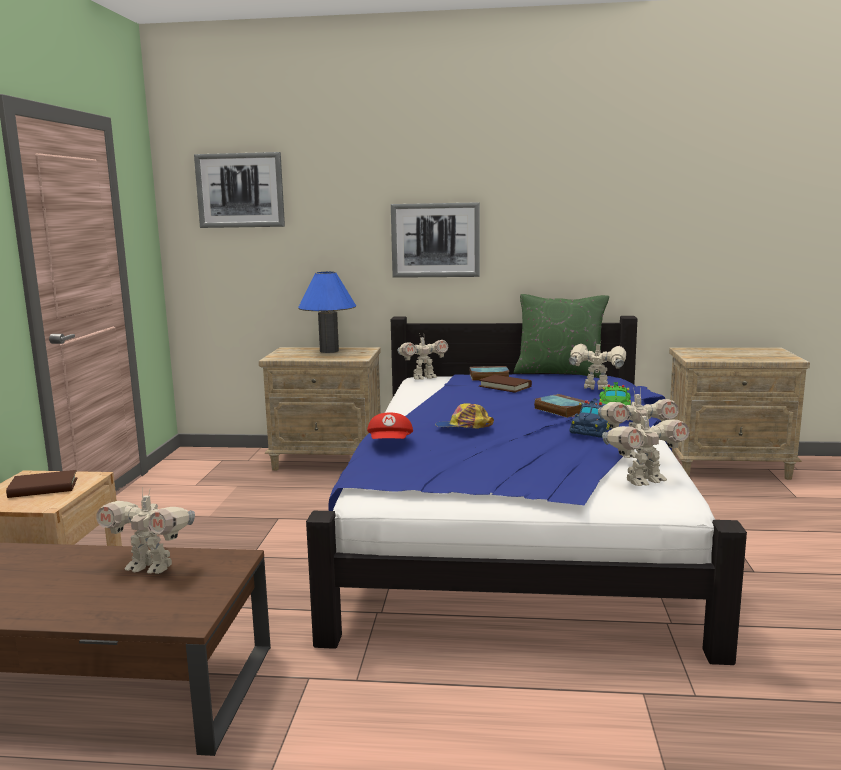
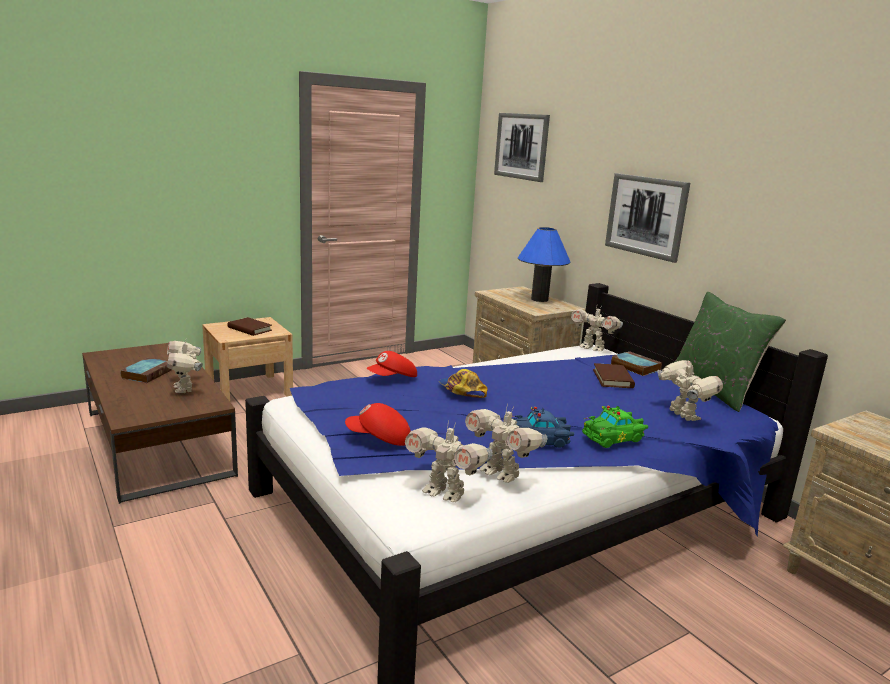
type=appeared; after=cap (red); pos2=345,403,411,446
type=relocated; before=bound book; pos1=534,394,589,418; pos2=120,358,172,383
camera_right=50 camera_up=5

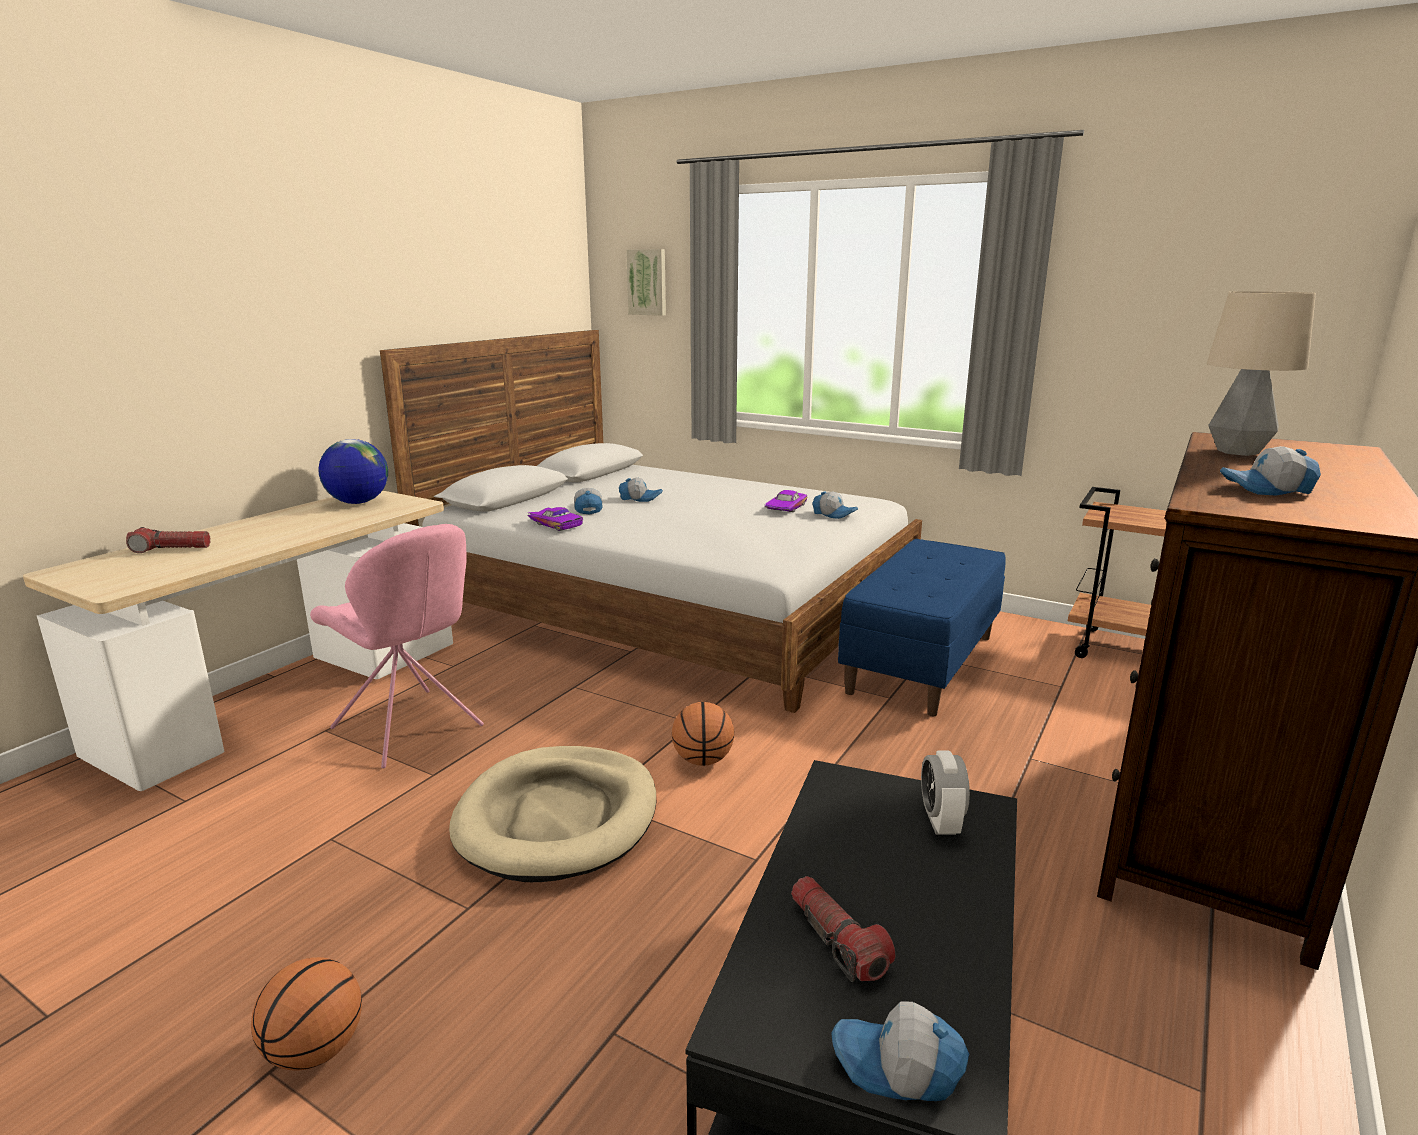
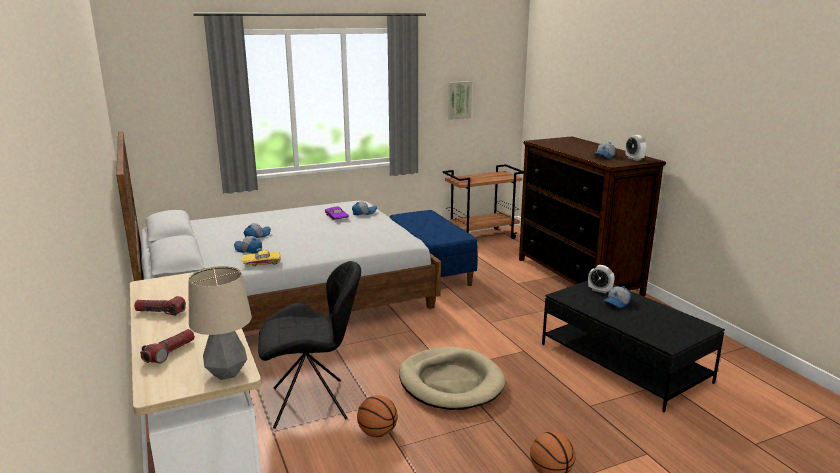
type=missing; before=world globe; pos1=318,439,388,504
type=appeared; after=table clock; pos2=626,135,647,161
type=relocated; before=wall picture; pos1=626,249,666,316; pos2=448,81,472,120
type=relocated; before=basketball ball; pos1=672,702,734,766; pos2=357,395,398,437
type=relocated; before=flashlight; pos1=791,876,895,982; pos2=134,296,186,316
type=relocated; before=cap; pos1=831,1002,969,1101; pos2=603,286,631,308
type=relocated; before=tabletop lamp; pos1=1207,291,1316,456; pos2=188,266,252,380
type=colour; before=upright chair (pink-coloured); after=upright chair (blackish); pos1=310,524,484,768; pos2=258,261,361,429
type=colour; before=miniature car (purple-coloured); after=miniature car (yellow); pos1=527,507,583,531; pos2=242,250,281,266
camera_right=-55 camera_up=0

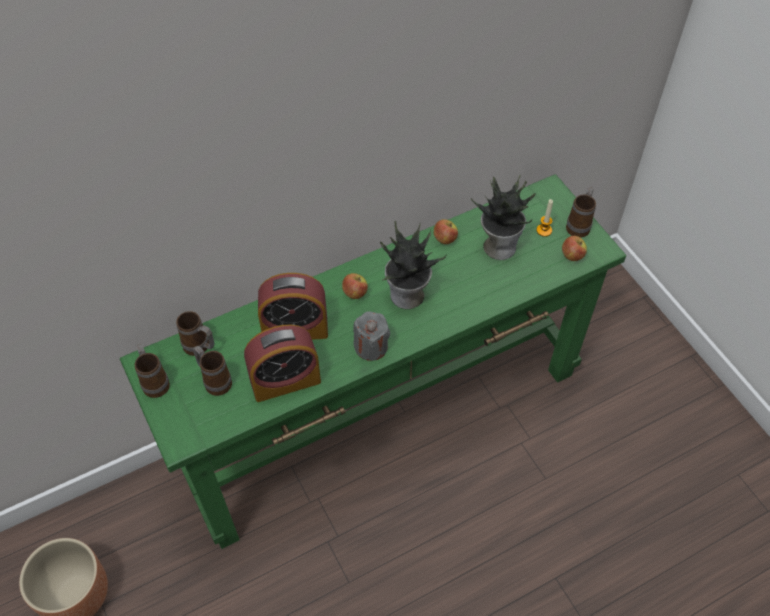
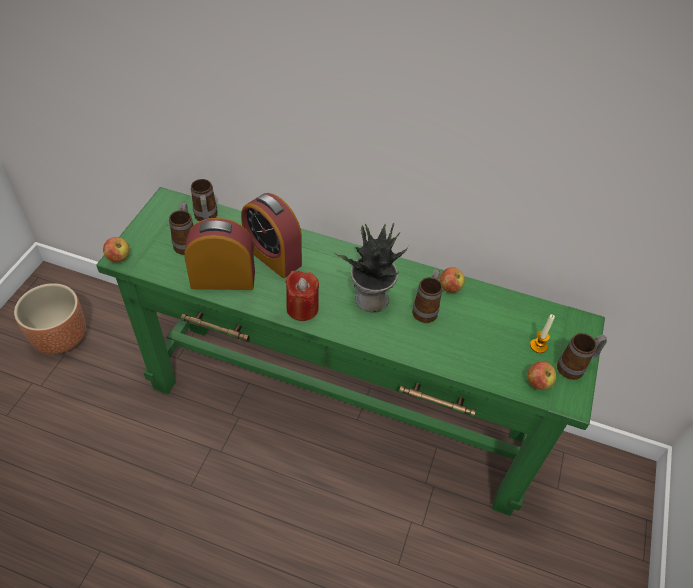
type=missing; before=houseplant; pos1=471,176,536,260
type=relocated; before=tea mug; pos1=135,344,170,398; pos2=412,269,443,323
type=relocated; before=whole apple; pos1=342,273,368,299; pos2=103,237,130,262
type=colour; before=wax light (grey); after=wax light (red); pos1=353,311,391,361; pos2=285,271,319,321
type=spun; before=table clock; pos1=244,325,321,402; pos2=185,218,255,290; turn=150
camera_right=45 camera_up=-5

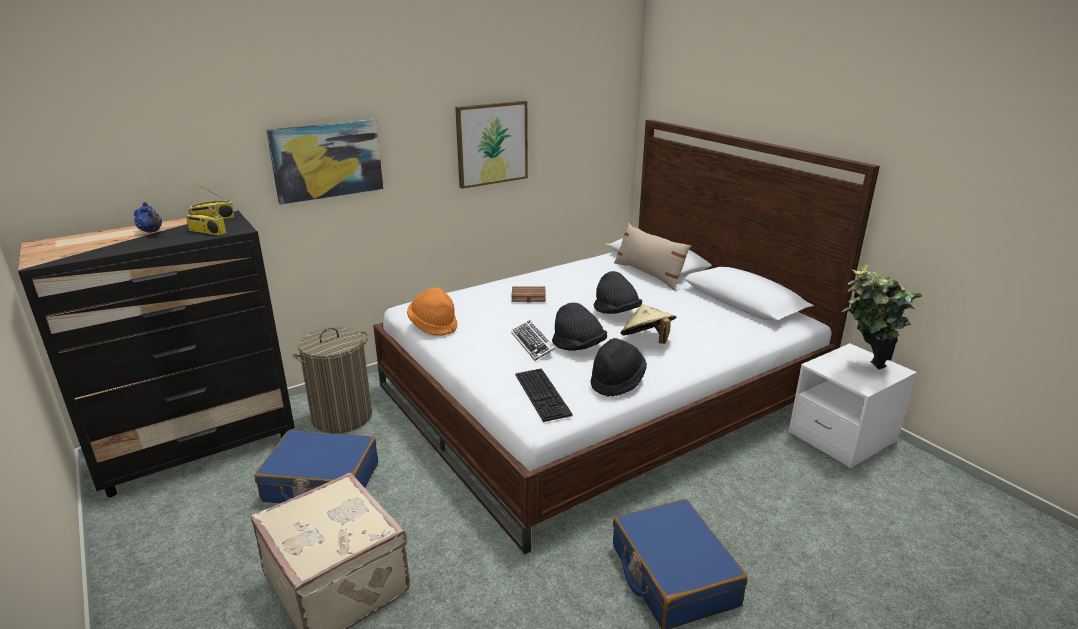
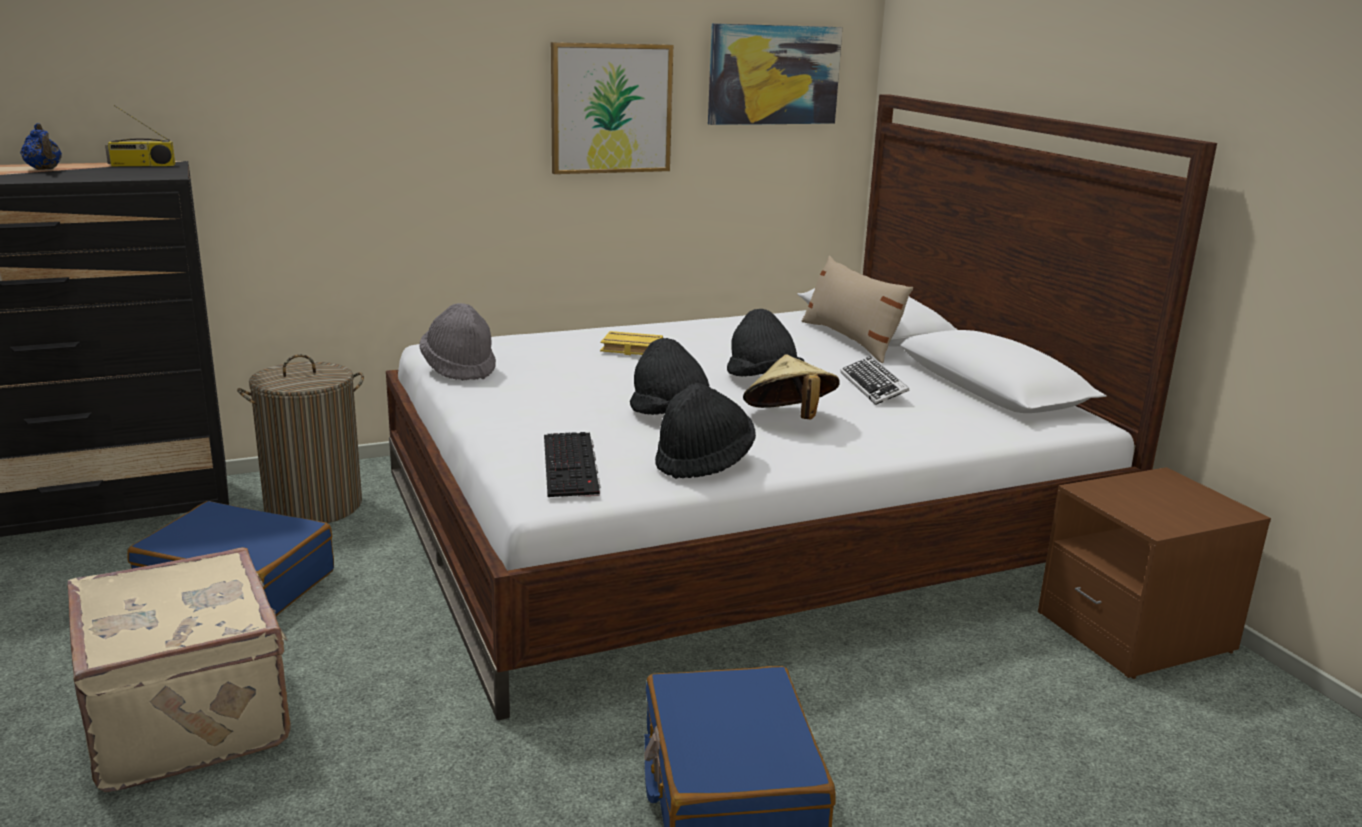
type=missing; before=radio; pos1=186,190,226,236
type=missing; before=houseplant; pos1=842,264,923,370
type=relocated; before=wall picture; pos1=266,119,383,205; pos2=708,23,842,125
type=relocated; before=keyboard; pos1=511,320,555,361; pos2=840,357,910,405
type=colour; before=wearable hat (orangey); after=wearable hat (grey); pos1=407,287,458,336; pos2=419,303,496,381
type=colour; before=bound book (brown-coloured); after=bound book (yellow); pos1=512,286,546,303; pos2=600,331,663,355
type=colour; before=night table (whitish); after=night table (brown-coloured); pos1=788,343,917,468; pos2=1038,467,1271,679
camera_right=10 camera_up=-5

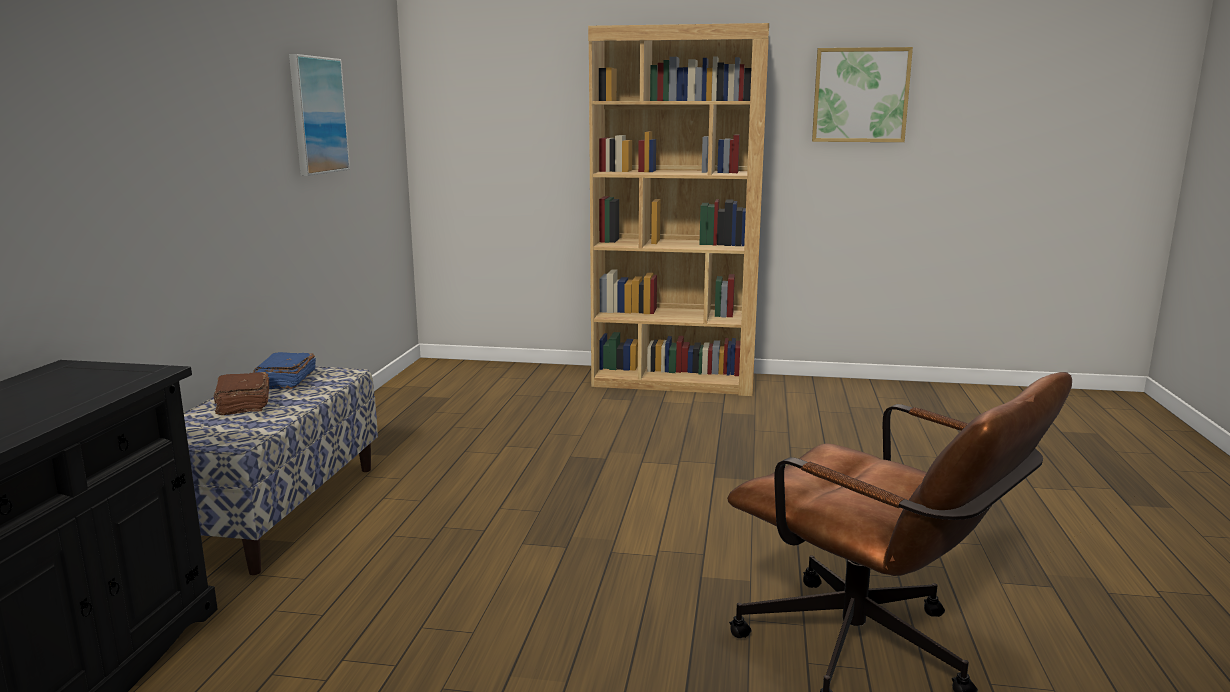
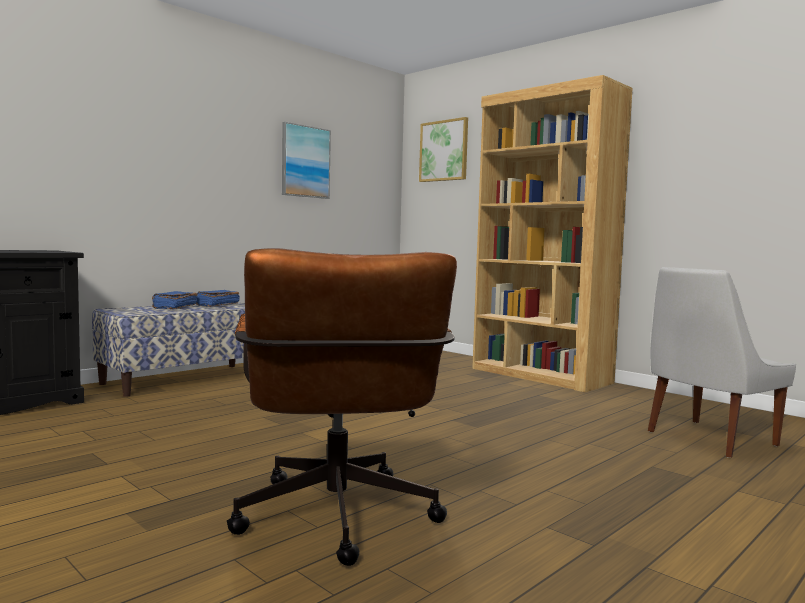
type=appeared; after=upright chair (whitish); pos2=648,267,796,458
type=relocated; before=wall picture; pos1=812,47,913,142; pos2=419,117,468,182
type=colour; before=bound book (brown-coloured); after=bound book (bluish); pos1=214,372,269,415; pos2=152,291,197,310
camera_right=35 camera_up=-10

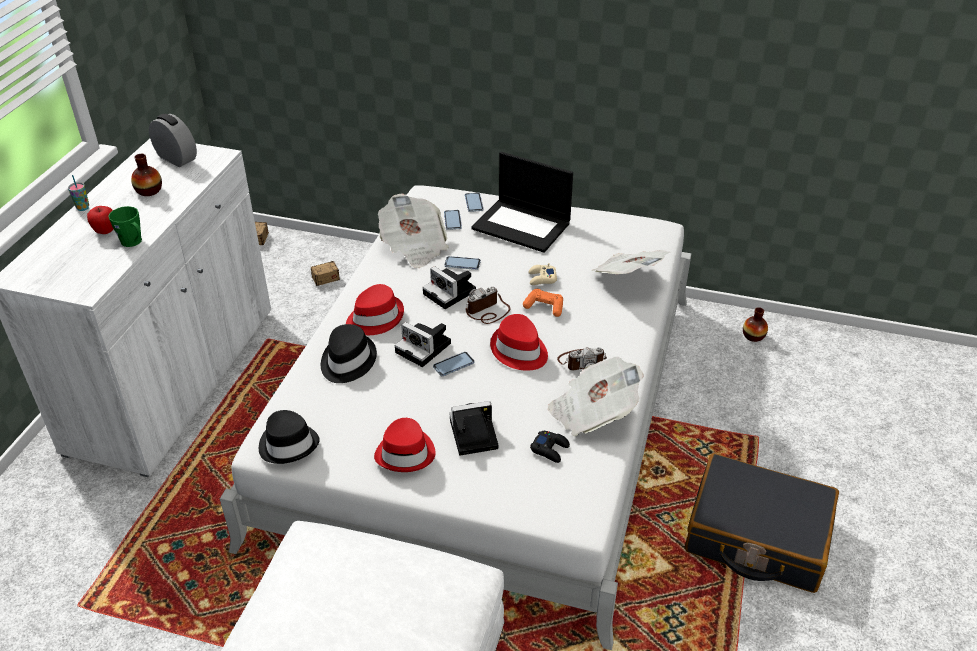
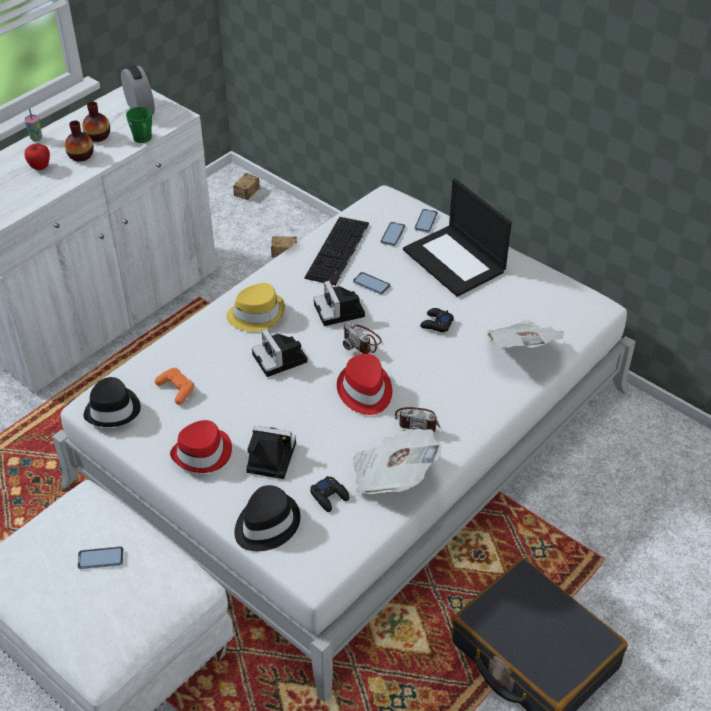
type=relocated; before=tea mug (green-coloured); pos1=108,206,142,247; pos2=126,107,152,143
type=relocated; before=wearable hat (blackish); pos1=321,324,377,383; pos2=235,485,300,551
type=relocated; before=telephone; pos1=433,352,475,376; pos2=78,546,124,569
type=relocated; before=gamepad (orangey); pos1=523,289,563,317; pos2=155,368,194,405
type=relocated; before=flower vase; pos1=743,307,768,342; pos2=65,121,94,162
type=exchanged; before=newspaper; after=keyboard; pos1=378,194,449,268; pos2=305,217,369,286
type=colour; before=wearable hat (red); after=wearable hat (yellow); pos1=346,284,404,335; pos2=226,283,285,332
type=colour; before=gamepad (beige); after=gamepad (blackish); pos1=529,263,557,285; pos2=420,308,454,332
type=spun; before=photo camera; pos1=466,287,511,324; pos2=343,322,382,354; turn=-120
camera_right=25 camera_up=5

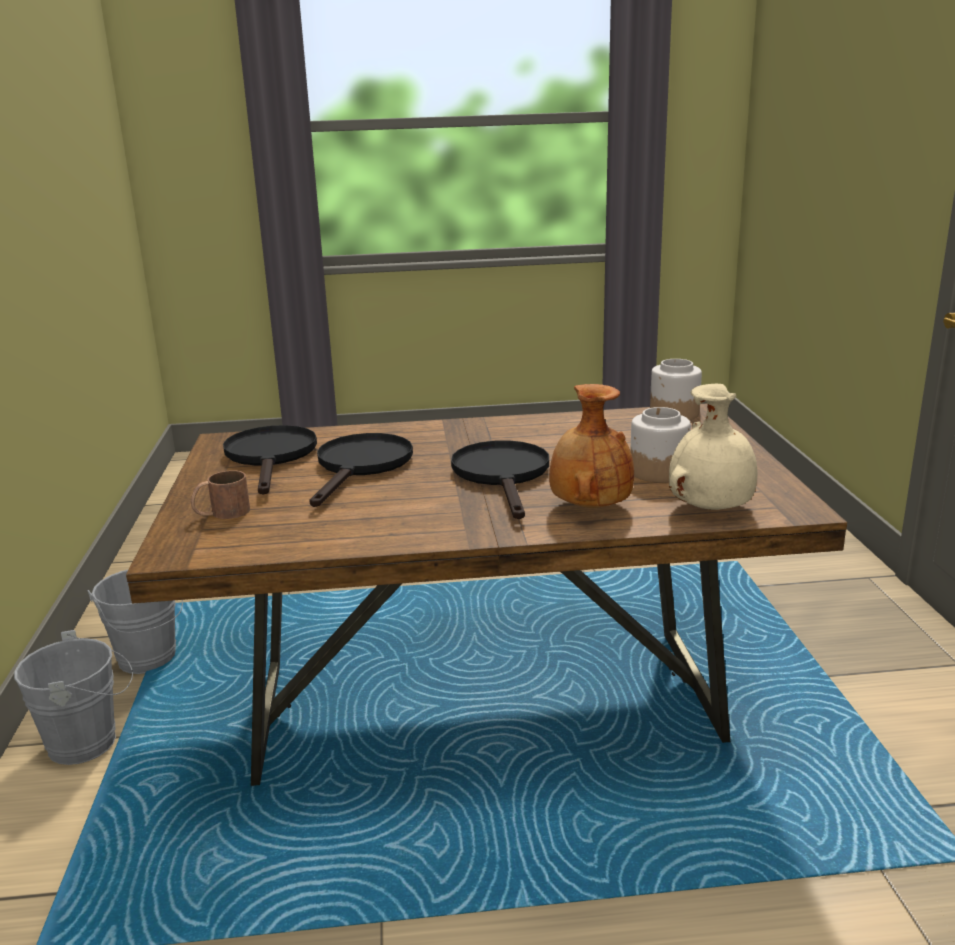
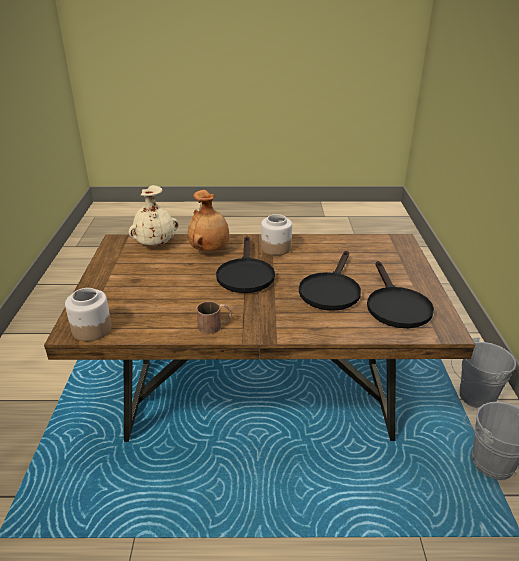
type=relocated; before=tea mug (brown-coloured); pos1=191,470,250,519; pos2=197,301,232,334
type=relocated; before=preserve jar; pos1=630,407,691,483; pos2=261,214,292,255
camera_right=-175 camera_up=10

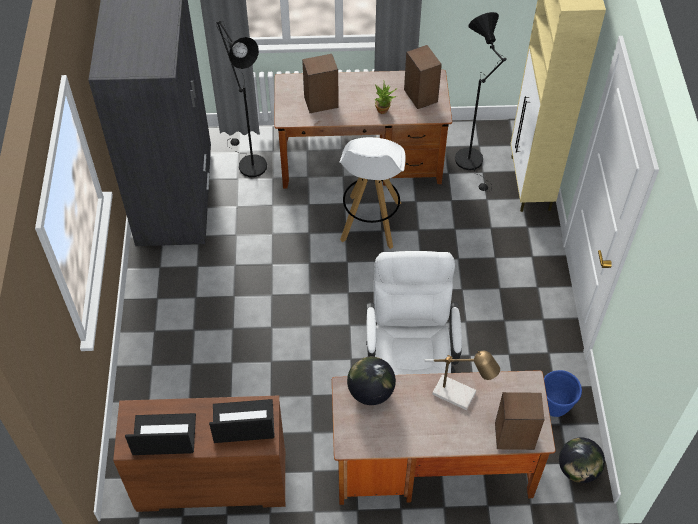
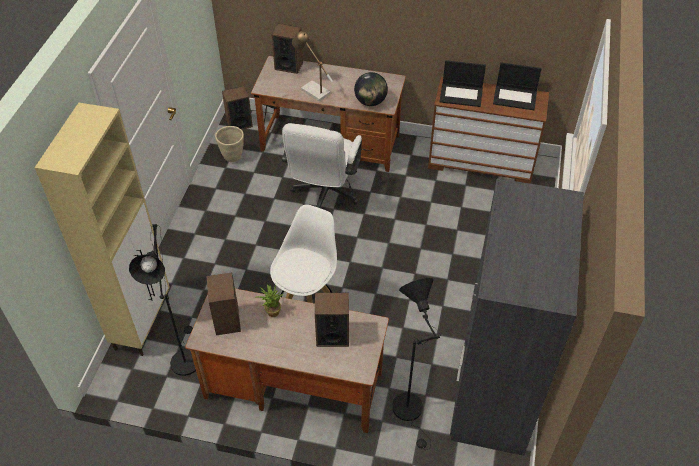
type=exchanged; before=world globe; after=loudspeaker; pos1=559,437,605,483; pos2=222,86,253,130
type=colour; before=planter (bluish); after=planter (beige); pos1=544,370,582,417; pos2=215,126,244,162
camera_right=-165 camera_up=-5

